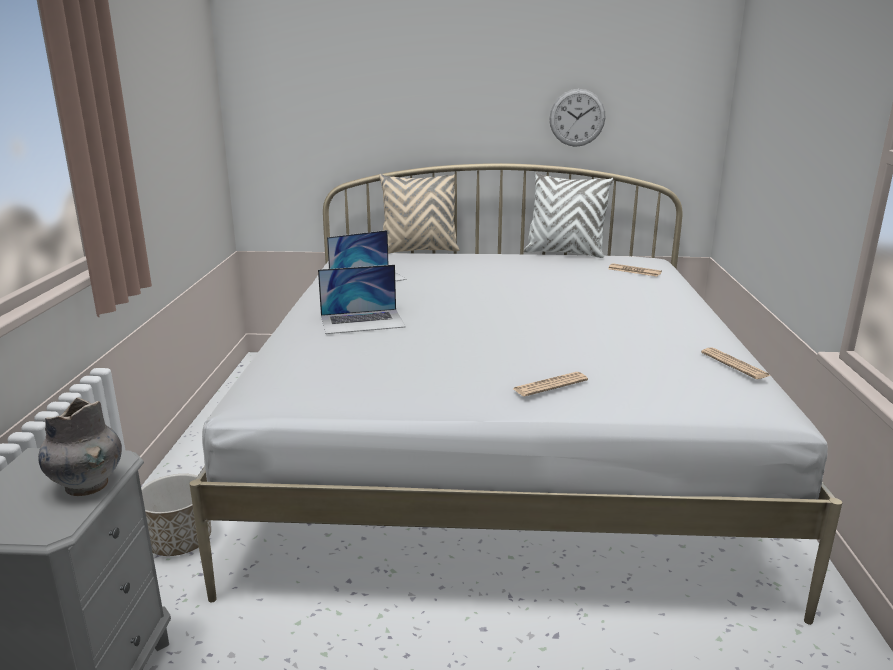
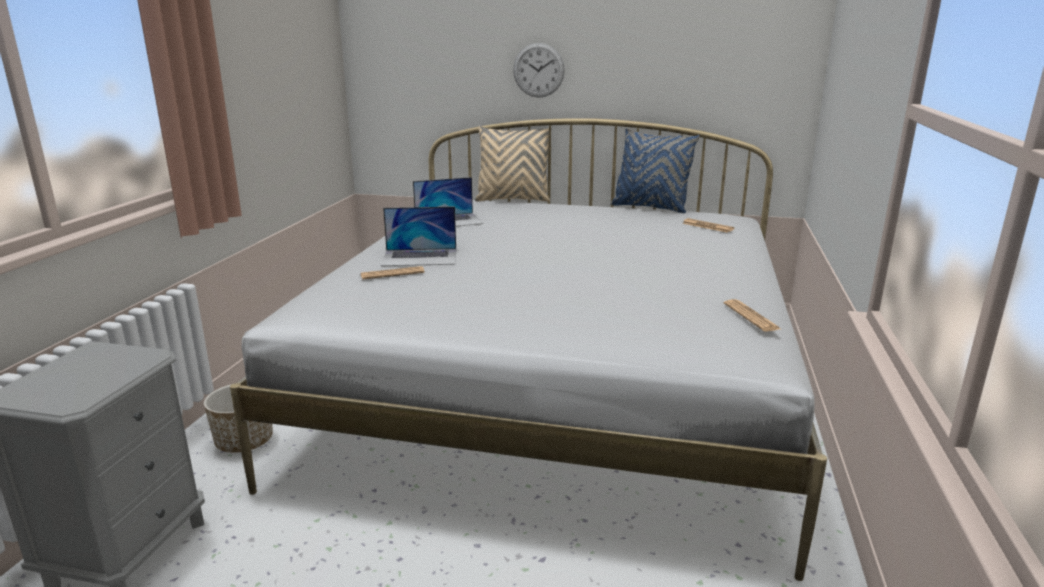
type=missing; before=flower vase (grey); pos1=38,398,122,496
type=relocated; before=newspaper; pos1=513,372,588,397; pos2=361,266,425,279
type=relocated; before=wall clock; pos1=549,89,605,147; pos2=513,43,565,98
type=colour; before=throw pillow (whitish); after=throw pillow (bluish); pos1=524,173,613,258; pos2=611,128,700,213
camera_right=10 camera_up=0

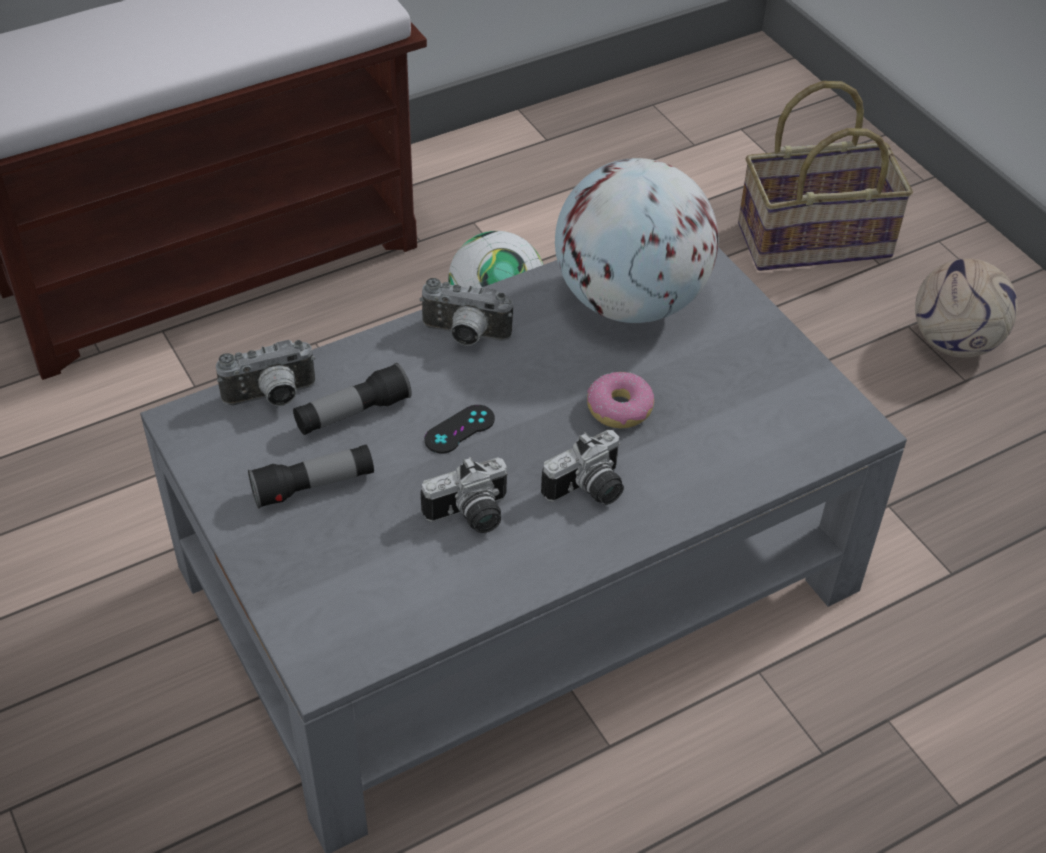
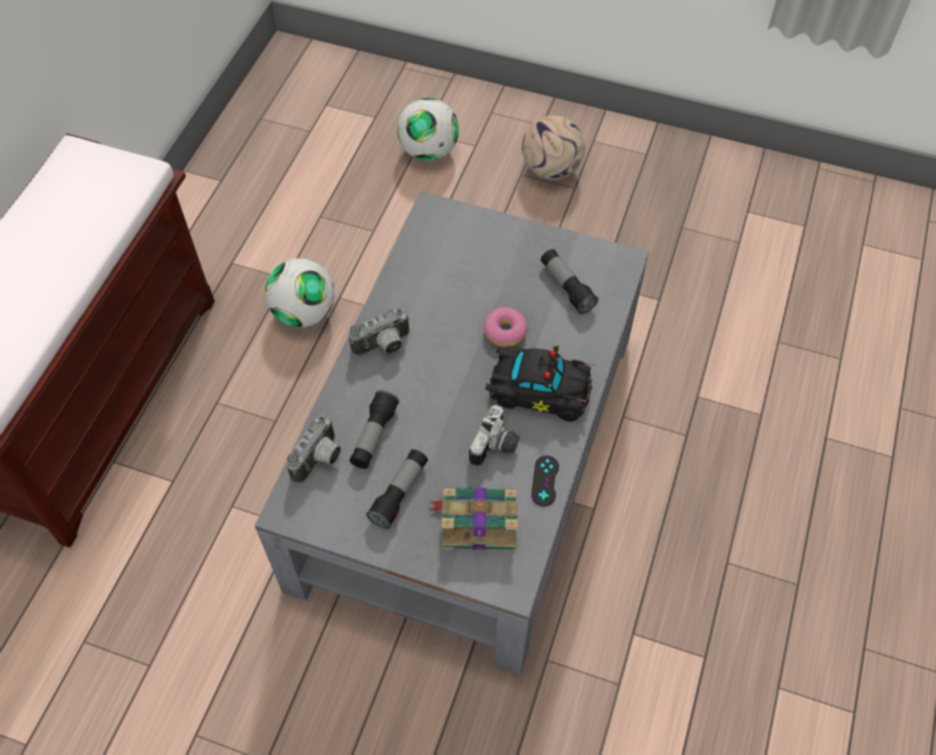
type=missing; before=world globe; pos1=555,158,718,323
type=appeared; after=bound book; pos2=430,488,518,551
type=appeared; after=flashlight; pos2=541,249,598,314
type=relocated; before=gamepad (blackish); pos1=424,405,495,453; pos2=531,456,559,506
type=exchanged; before=photo camera; after=miniature car (blackish); pos1=541,430,624,505; pos2=485,346,595,422
type=exchanged; before=basket; after=football ball; pos1=738,81,913,271; pos2=397,98,459,161
camera_right=-40 camera_up=10

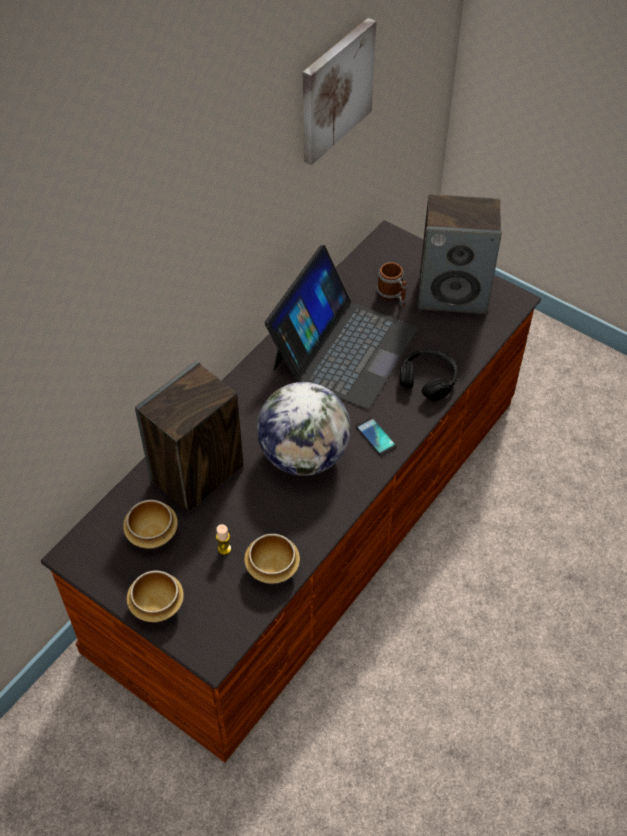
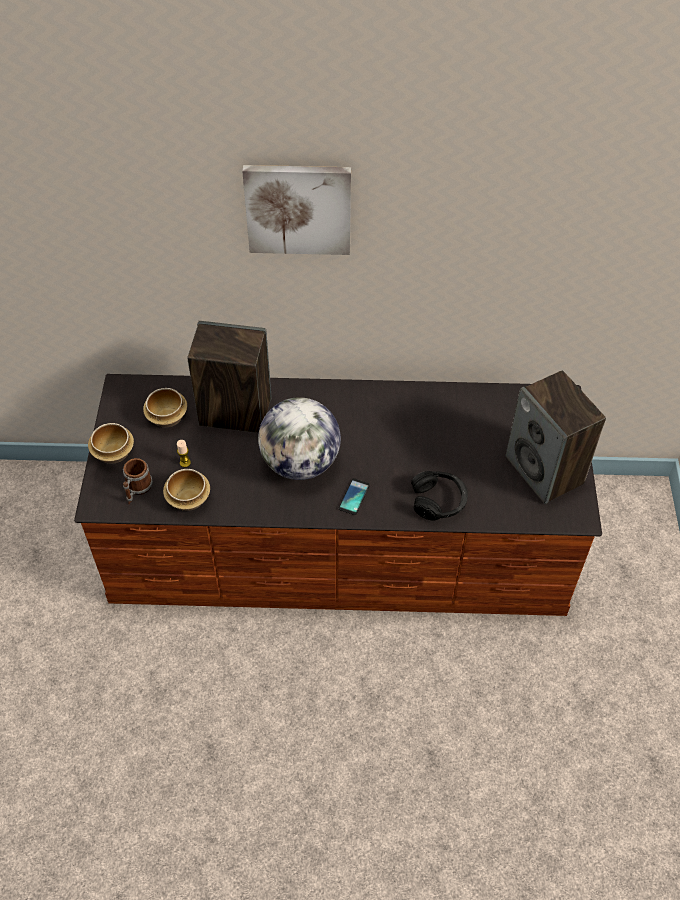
type=missing; before=laptop; pos1=265,245,418,409
type=relocated; before=wall picture; pos1=303,18,376,165; pos2=242,165,351,255
type=relocated; before=tea mug; pos1=377,262,407,306; pos2=123,458,153,504
camera_right=55 camera_up=0

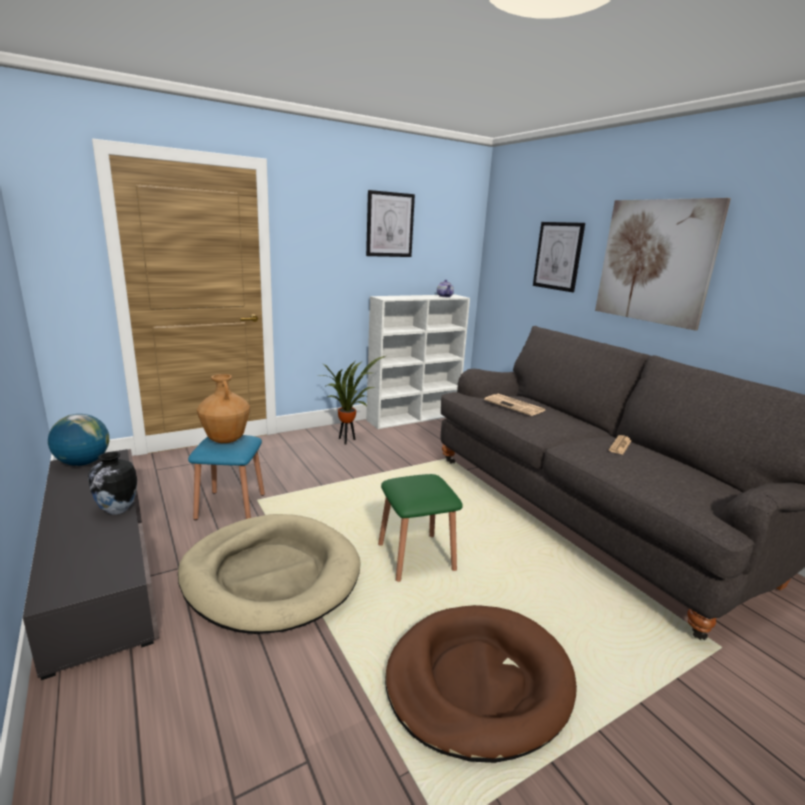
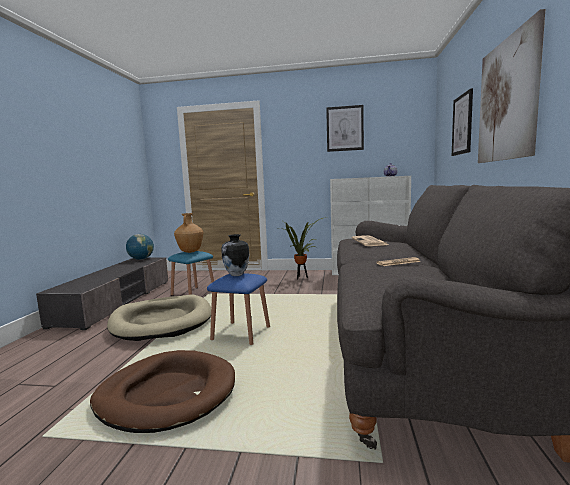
type=relocated; before=flower vase; pos1=88,452,137,515; pos2=221,234,249,276
type=colour; before=sitting stool (green-coloured); after=sitting stool (bluish); pos1=378,474,463,582; pos2=207,273,270,345
camera_right=40 camera_up=-10

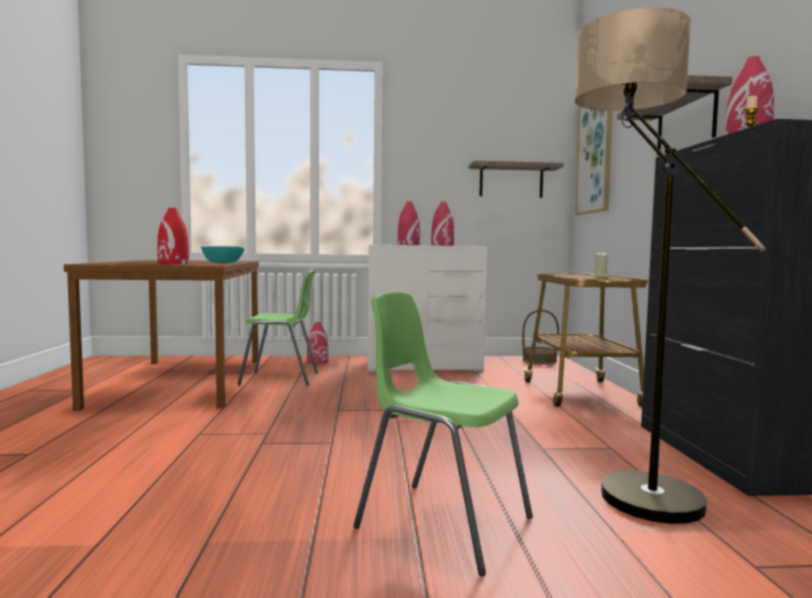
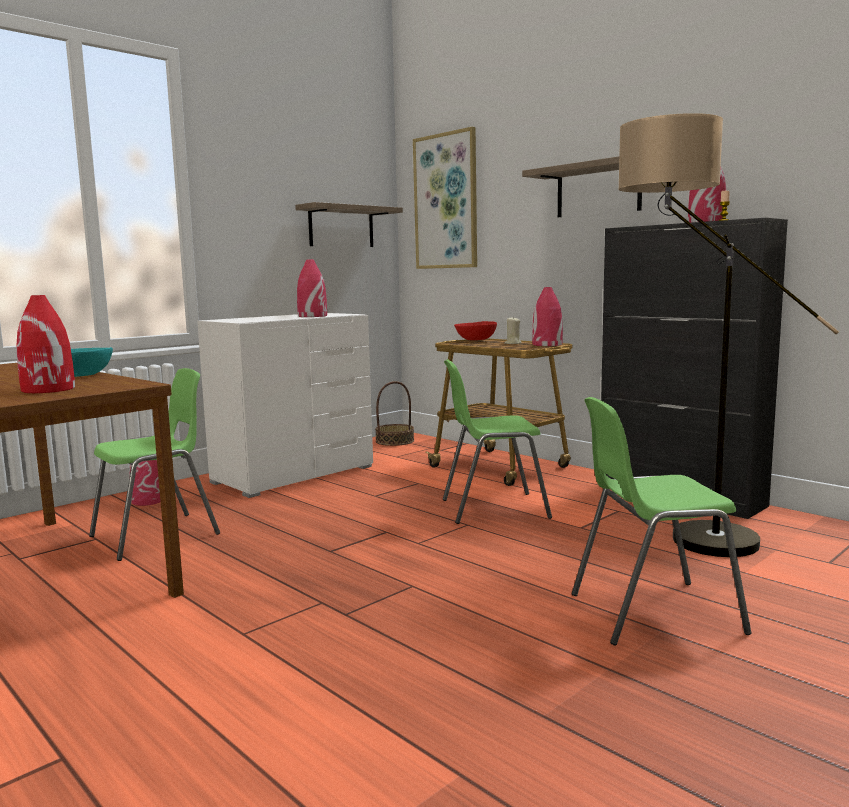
type=appeared; after=upright chair (green-coloured); pos2=443,359,552,524
type=appeared; after=bowl (red); pos2=454,321,497,340
type=relocated; before=flower vase (red); pos1=398,201,420,245; pos2=532,287,563,346
camera_right=-40 camera_up=5

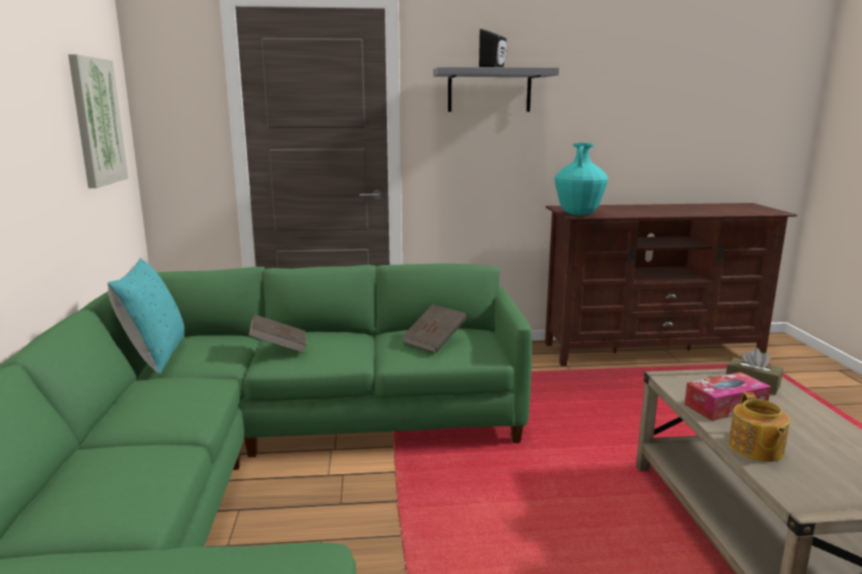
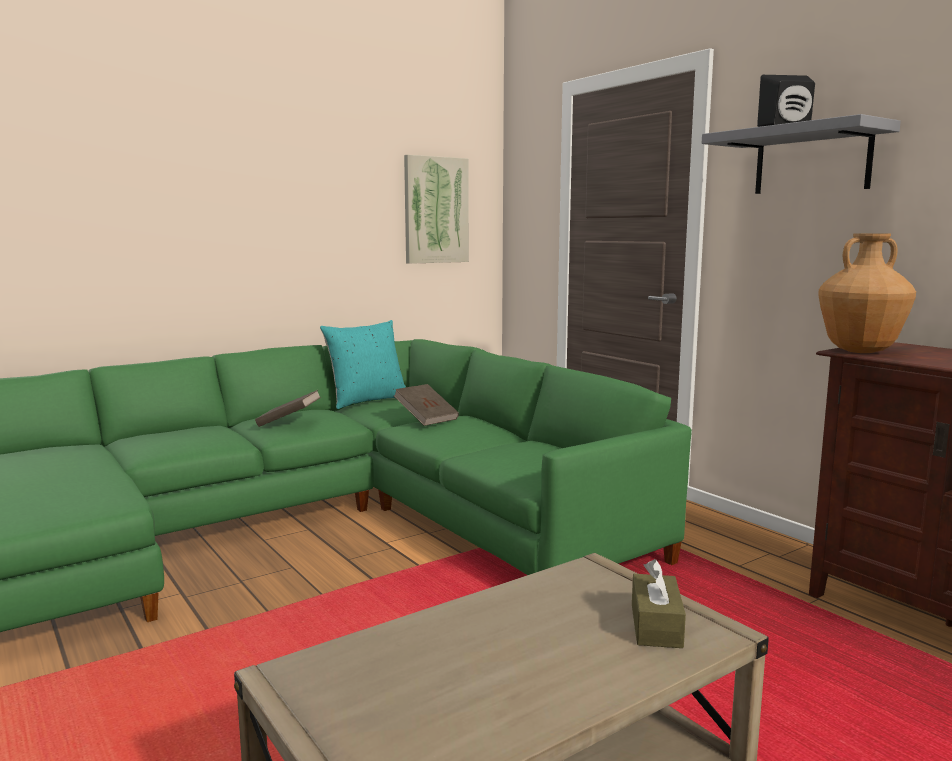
type=missing; before=tissue box; pos1=684,372,771,421
type=missing; before=teapot; pos1=728,392,790,462
type=relocated; before=bound book (brown-coloured); pos1=402,305,467,353; pos2=255,390,321,427
type=colour; before=flower vase (blue-green); after=flower vase (brown-coloured); pos1=555,143,608,215; pos2=818,234,916,353
camera_right=60 camera_up=-5

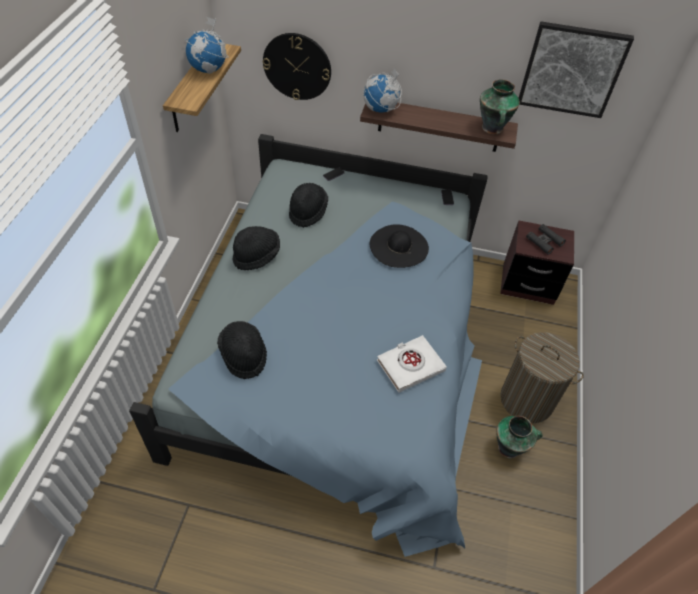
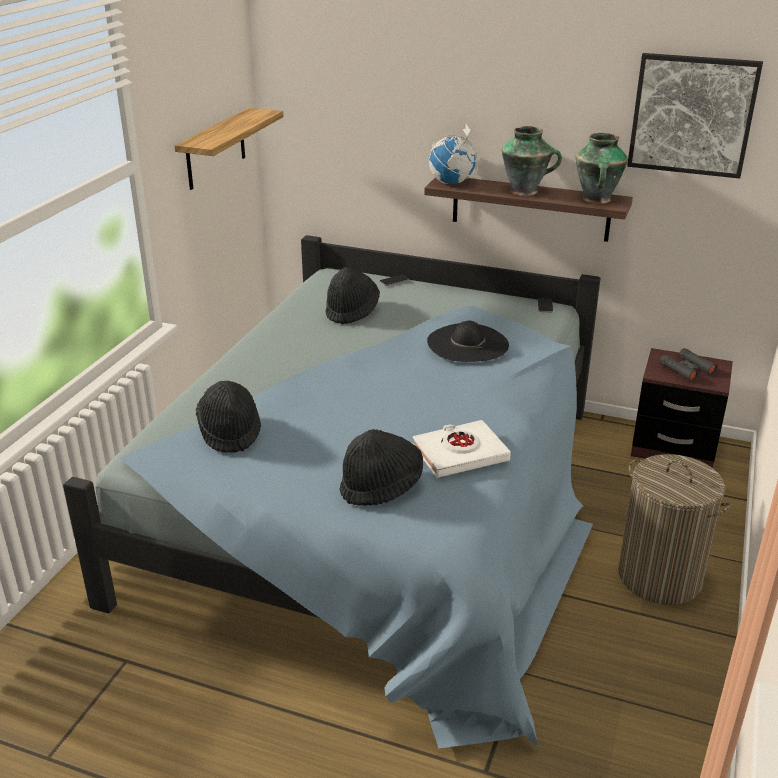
type=missing; before=world globe; pos1=185,17,229,74
type=missing; before=wall clock; pos1=263,33,331,100
type=relocated; before=wearable hat (blackish); pos1=232,226,280,270; pos2=340,429,423,506
type=relocated; before=flower vase; pos1=496,416,543,458; pos2=502,126,562,196
camera_right=10 camera_up=-20

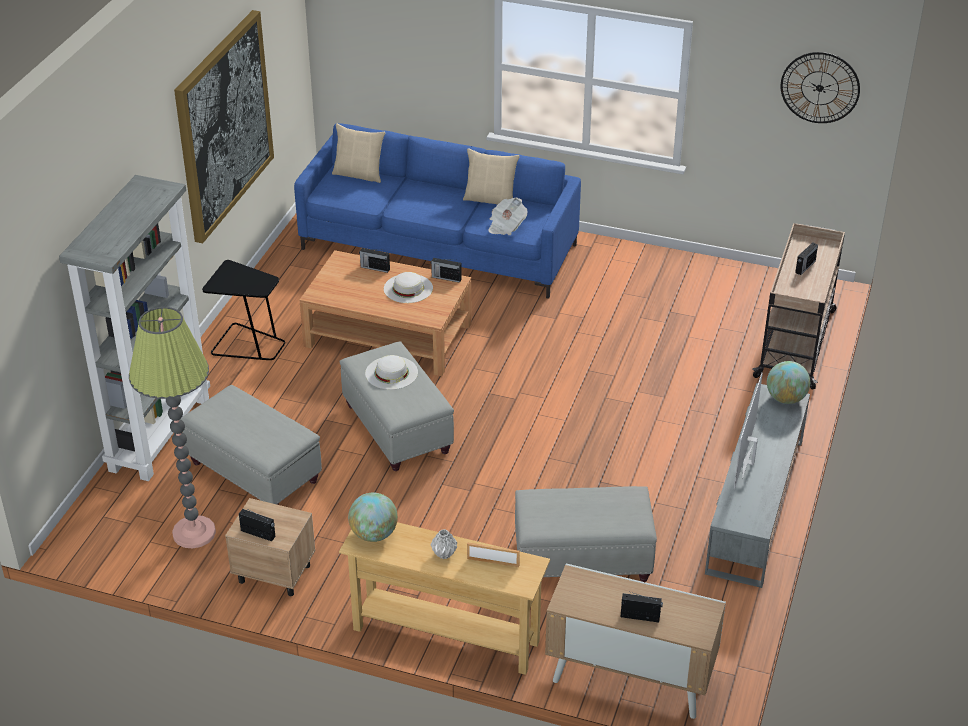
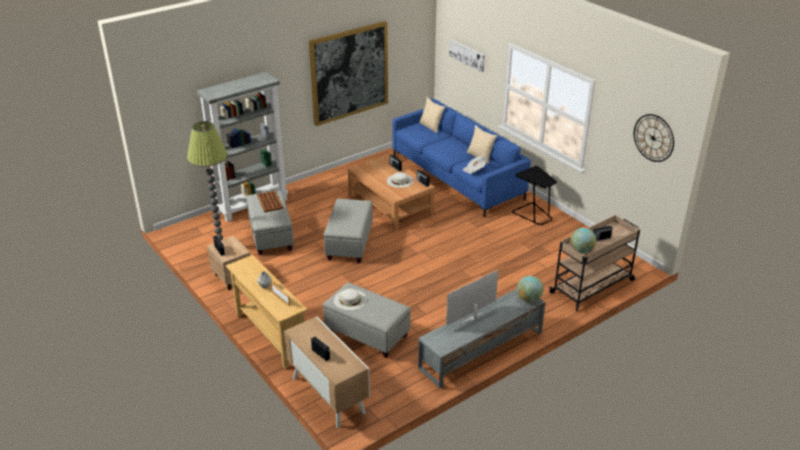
type=appeared; after=tray (brown-coloured); pos2=257,191,283,212
type=appeared; after=wall picture; pos2=449,39,485,72
type=relocated; before=end table (blackish); pos1=202,260,285,360; pos2=512,166,557,225
type=relocated; before=world globe; pos1=348,492,398,542; pos2=570,228,596,253
type=relocated; before=wearable hat (whitish); pos1=365,355,418,390; pos2=334,289,367,311
camera_right=35 camera_up=-5

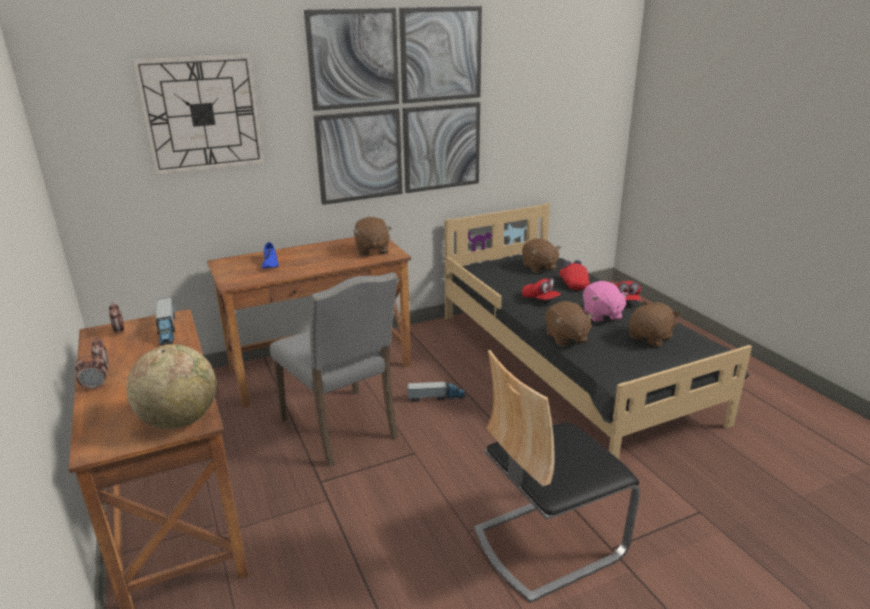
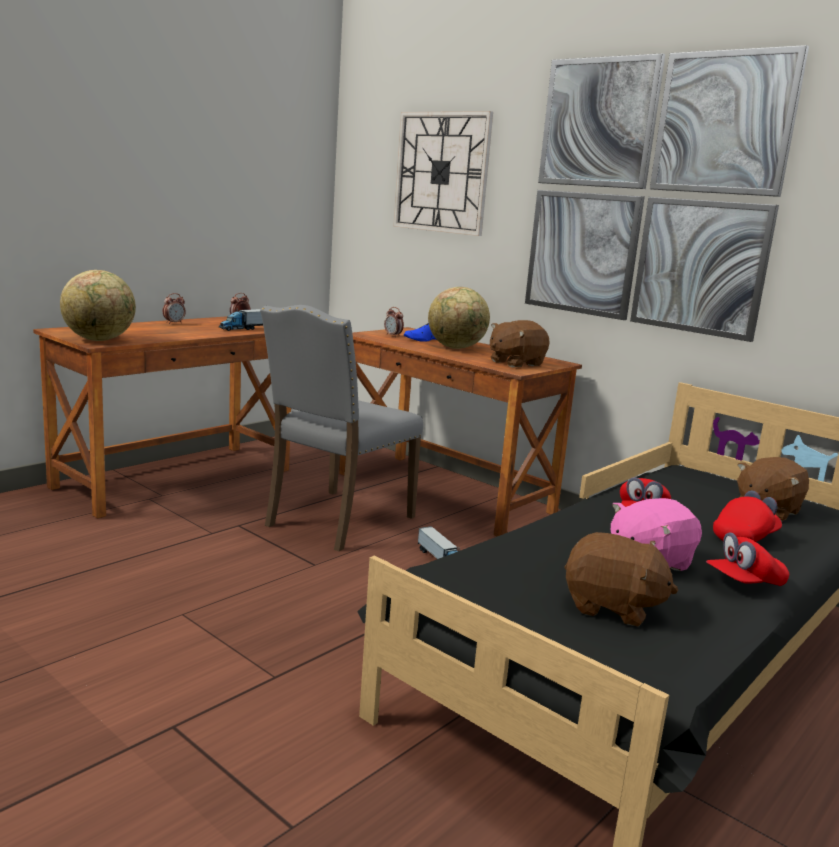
type=missing; before=upright chair; pos1=474,350,640,603
type=missing; before=cuddly toy (brown-coloured); pos1=545,301,594,346
type=appeared; after=world globe; pos2=428,287,490,349
type=relocated; before=table clock; pos1=74,355,107,391; pos2=384,307,404,337
camera_right=65 camera_up=-10

